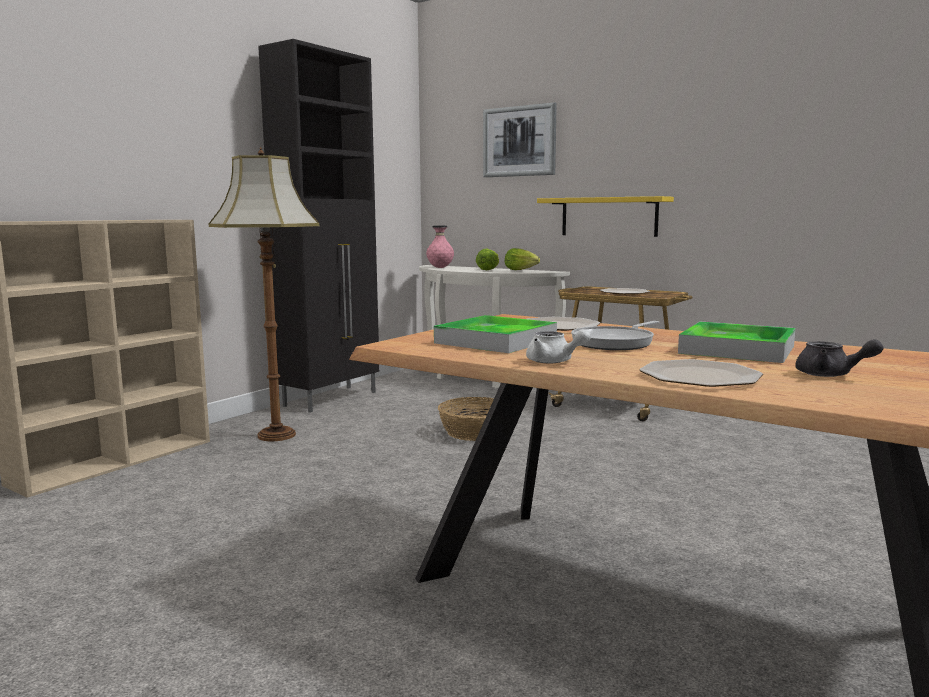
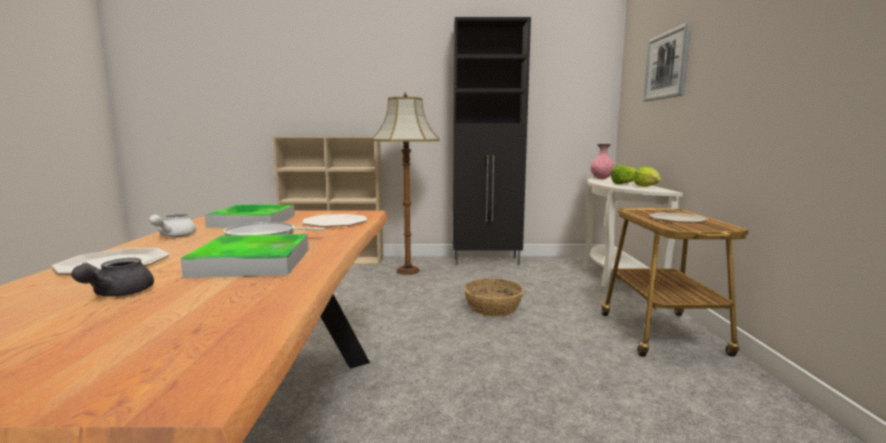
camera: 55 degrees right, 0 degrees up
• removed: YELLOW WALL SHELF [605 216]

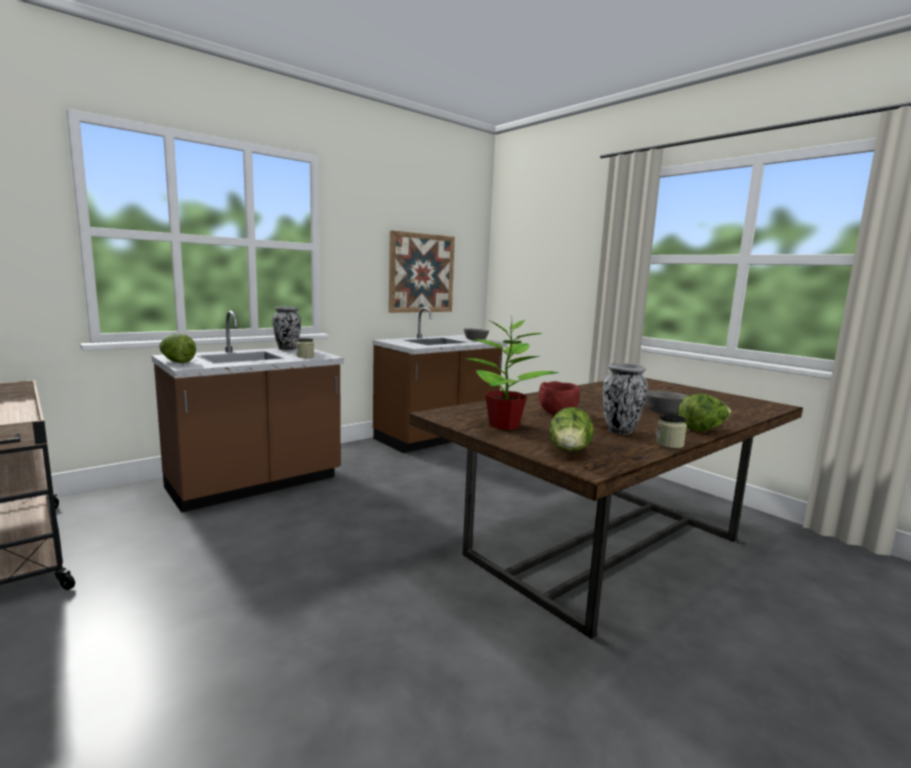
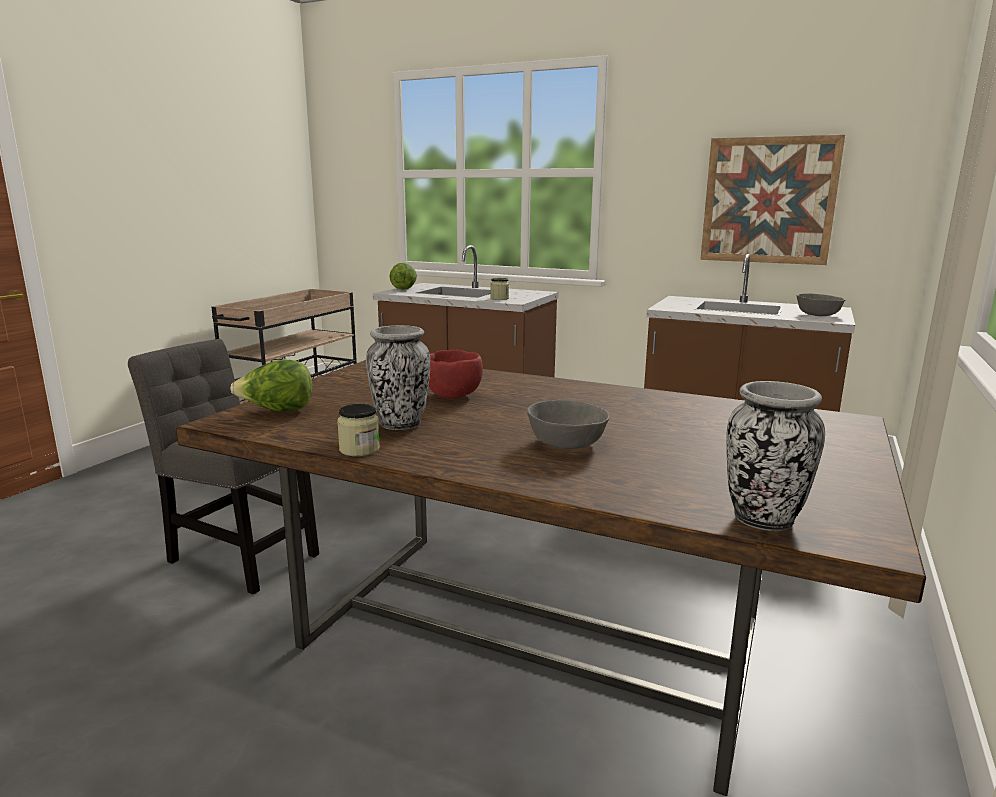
camera: 65 degrees right, 5 degrees up
• moved: DECORATIVE VASE [287 328] to [775 456]
• removed: HOUSEPLANT [512 373]
• removed: HEAD OF LETTUCE [704 412]
• added: GREYISH UPRIGHT CHAIR [223 466]

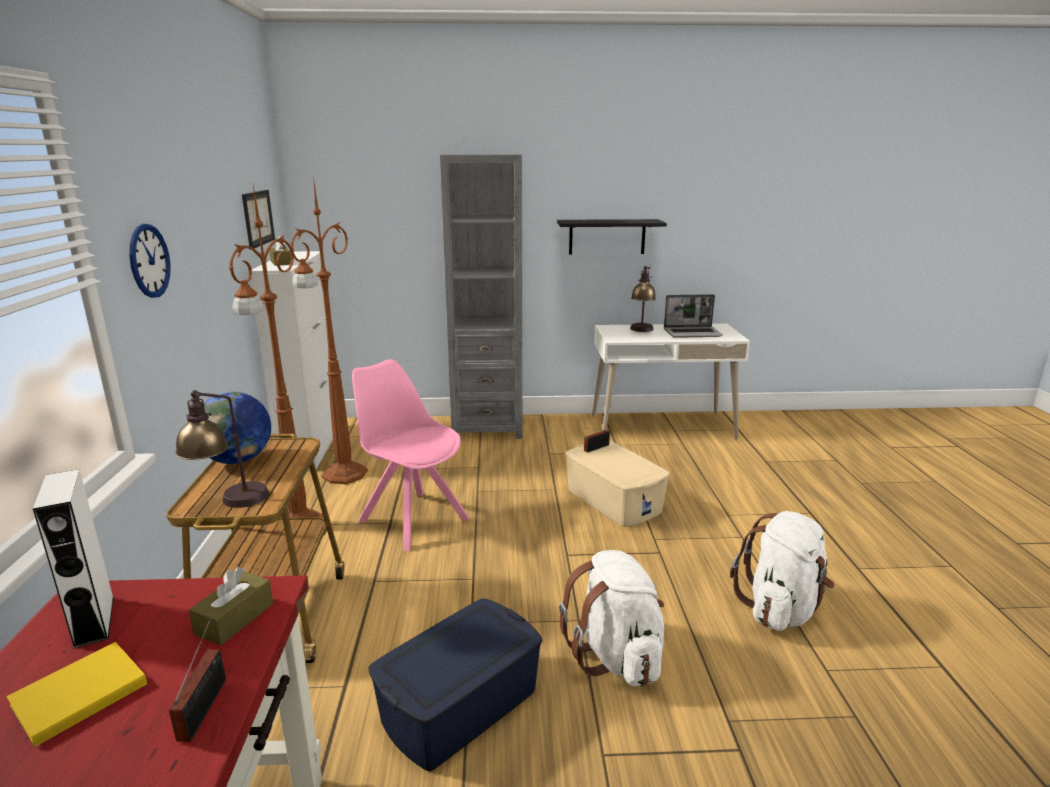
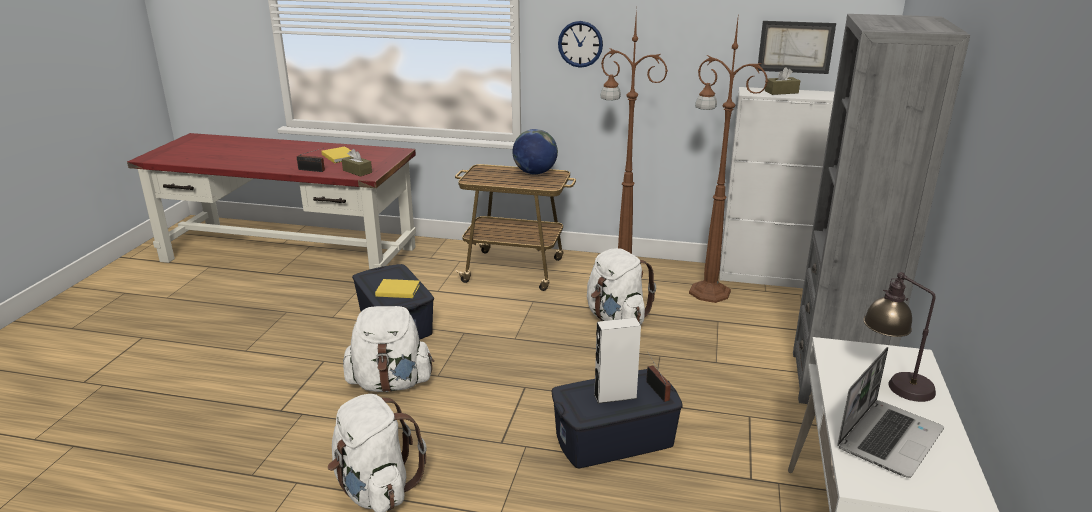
camera: 105 degrees right, 5 degrees up
• removed: BLACK WALL SHELF [612 237]
• turned: NOTEBOOK COMPUTER [693 316] = [890 412] 150 degrees counterclockwise
• replaced: PINK UPRIGHT CHAIR [411 455] to WHITE-COLOURED BACKPACK [621 286]
• removed: LAMP FOR A TABLE [222 449]
• recoloured: SAND-COLOURED STORAGE CONTAINER [617 483] to BLUISH STORAGE CONTAINER [617 418]
• moved: WHITE-COLOURED LOUDSPEAKER [73 559] to [617 361]
• added: YELLOW VOLUME [397 288]

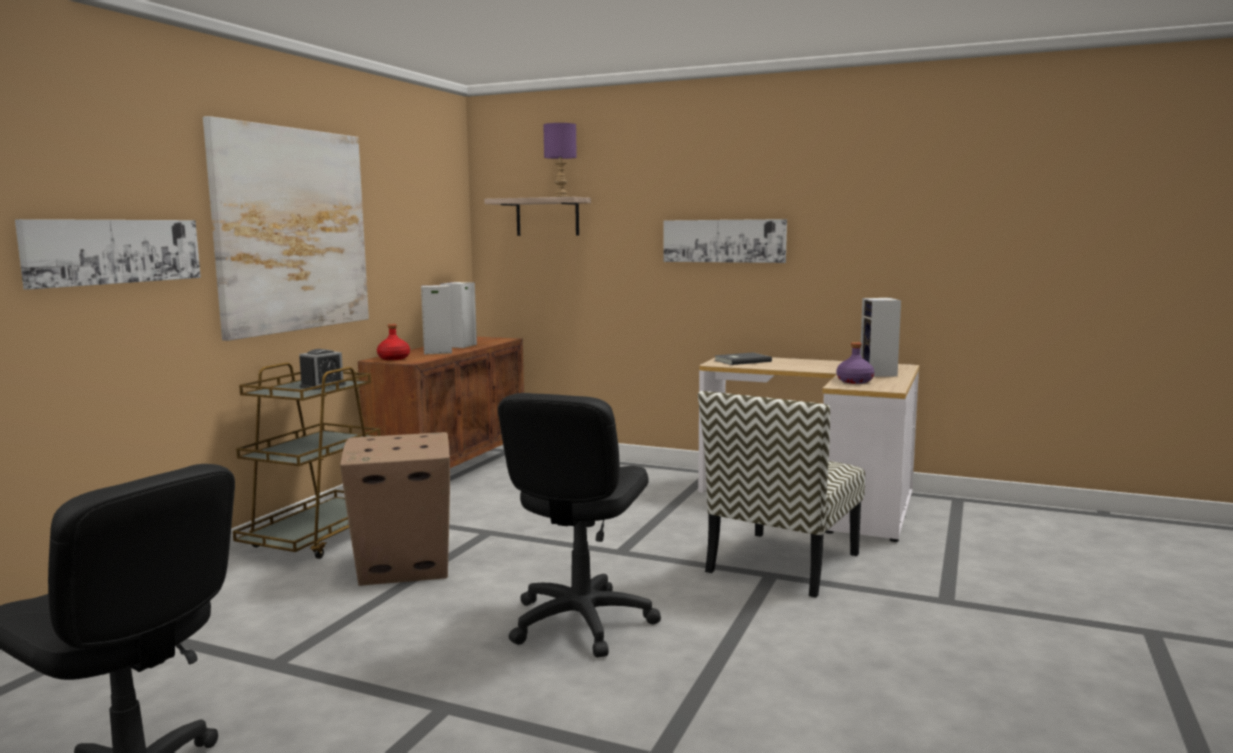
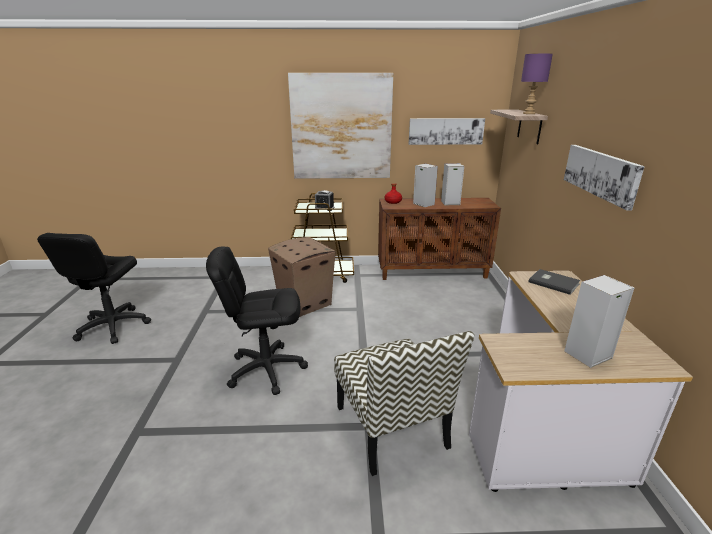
camera: 65 degrees right, 15 degrees up
• moved: PICTURE [108 254] to [447 131]
• removed: PURPLISH BOTTLE [855 363]
• turned: UPRIGHT CHAIR [781 494] = [404 403] 120 degrees counterclockwise

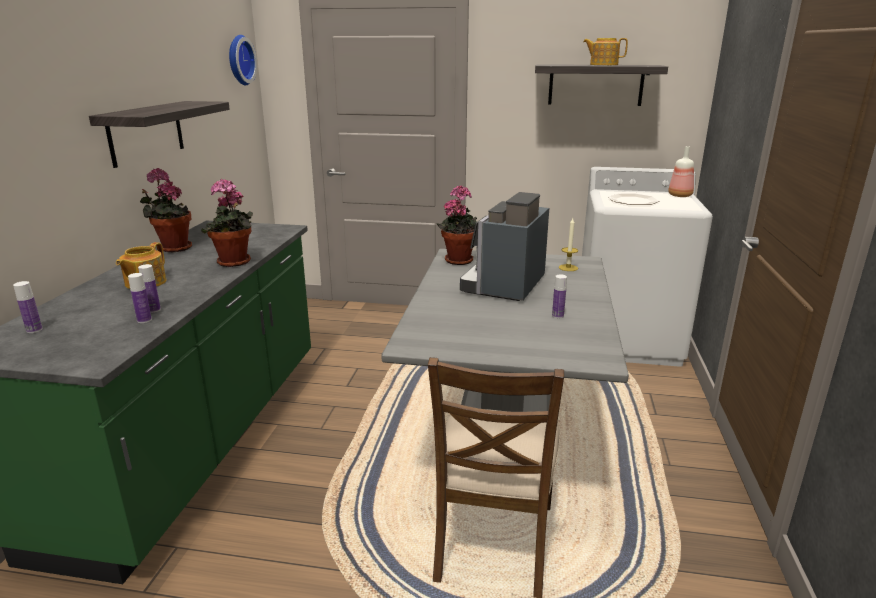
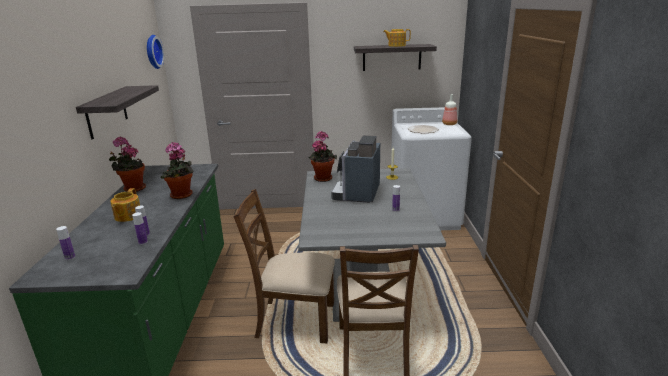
camera: 10 degrees left, 0 degrees up
• added: BROWN UPRIGHT CHAIR [284 266]

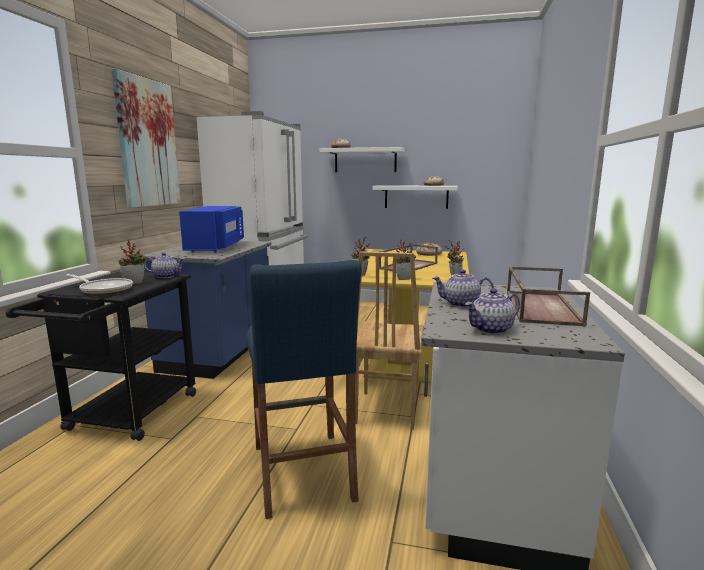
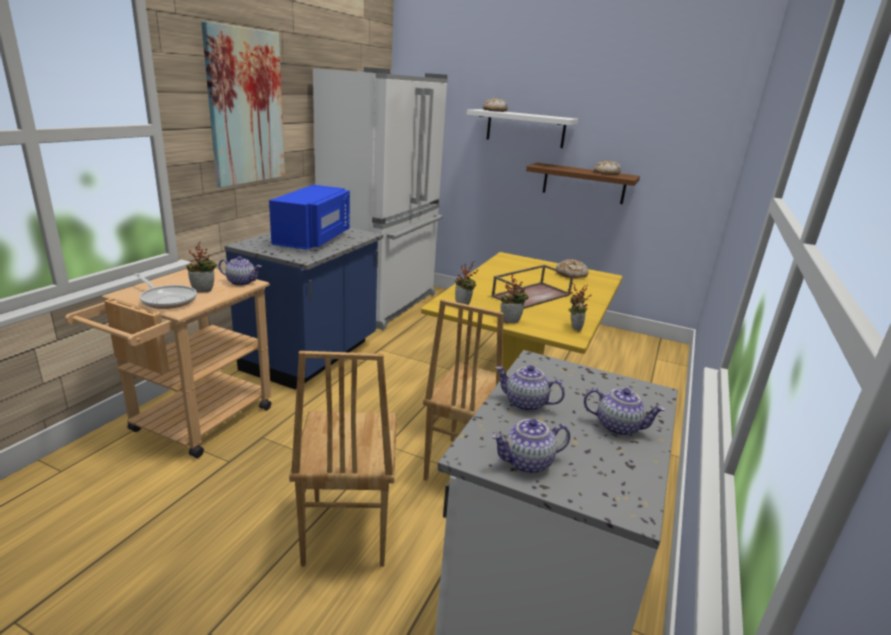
camera: 10 degrees right, 10 degrees up
• recoloured: WHITE-COLOURED WALL SHELF [415 197] to BROWN WALL SHELF [583 183]
• replaced: BLUISH SITTING STOOL [304 389] to BROWN UPRIGHT CHAIR [343 459]
• replaced: BROWN SERVING TRAY [548 296] to TEAPOT [624 412]
• recoloured: BLACK TROLLEY [101 356] to SAND-COLOURED TROLLEY [168 363]

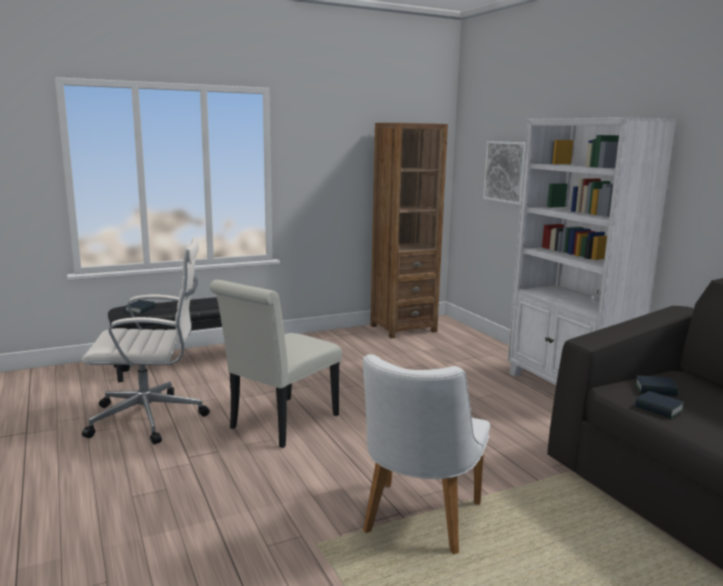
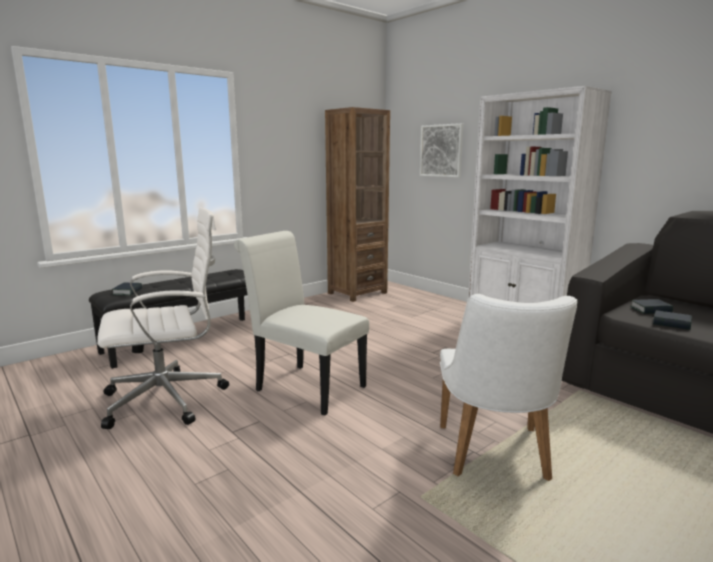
camera: 15 degrees left, 0 degrees up
• turned: WHITE-COLOURED UPRIGHT CHAIR [275 364] = [301 323] 105 degrees clockwise

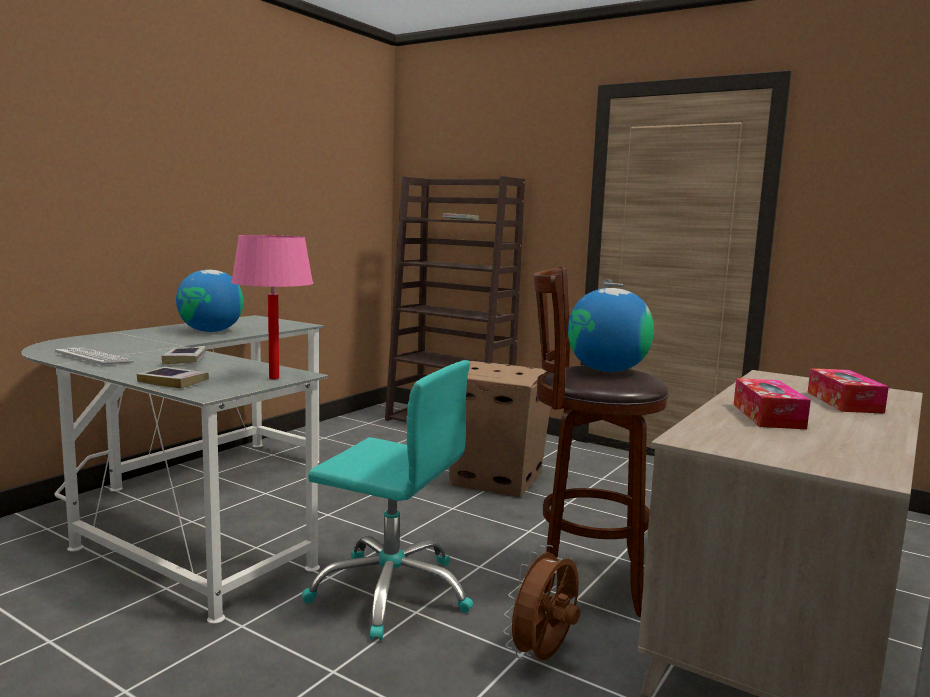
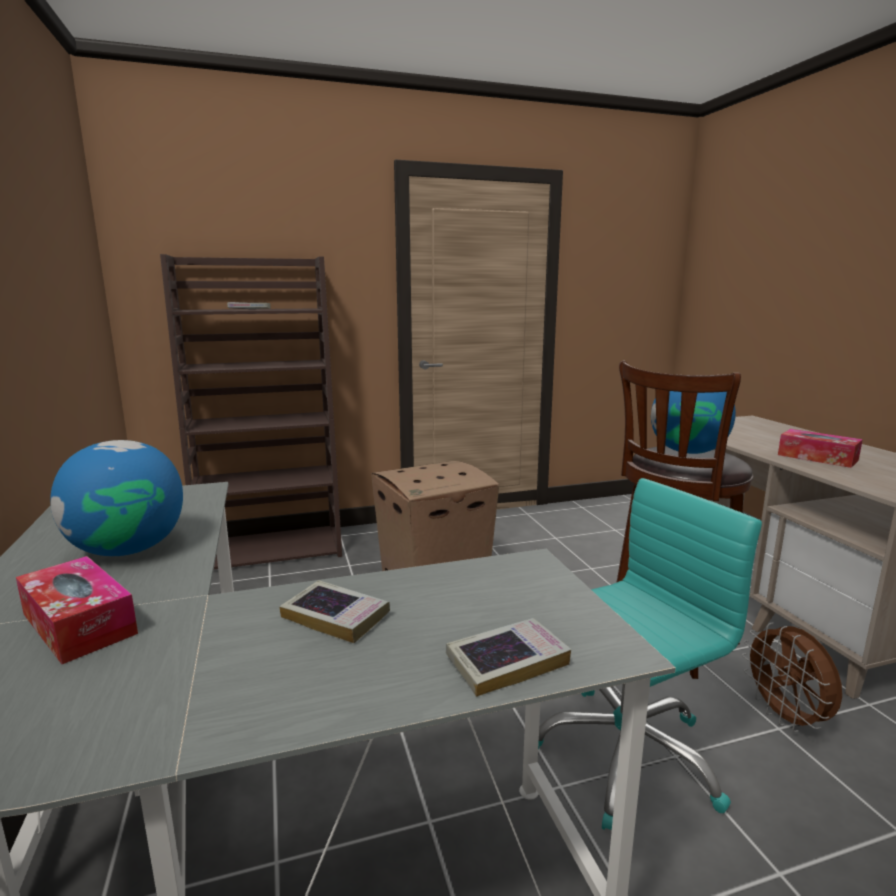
camera: 50 degrees left, 5 degrees up
• removed: PINK LAMP FOR A TABLE [272 307]
• removed: KEYBOARD [94 357]
• moved: TISSUE BOX [848 391] to [77 610]

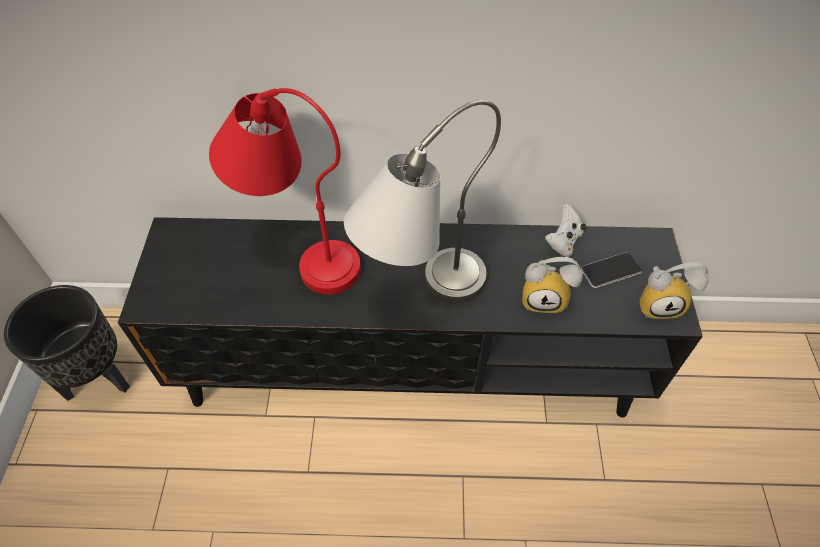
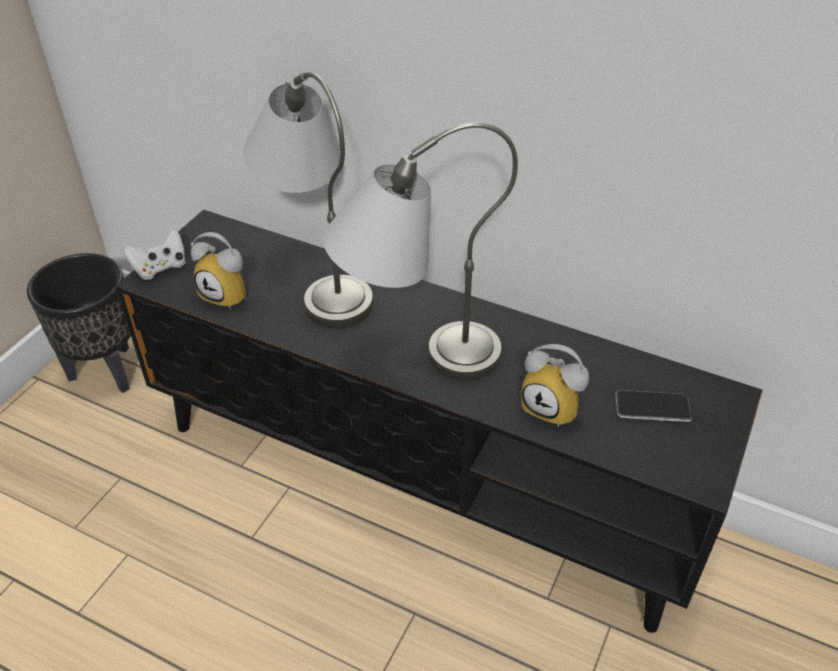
camera: 25 degrees right, 10 degrees down
• recoloured: REDDISH LAMP FOR A TABLE [285 191] to GREYISH LAMP FOR A TABLE [308 200]
• moved: WHITE-COLOURED JOYPAD [565 230] to [154 254]
• moved: BEDSIDE CLOCK [674 290] to [219 271]

